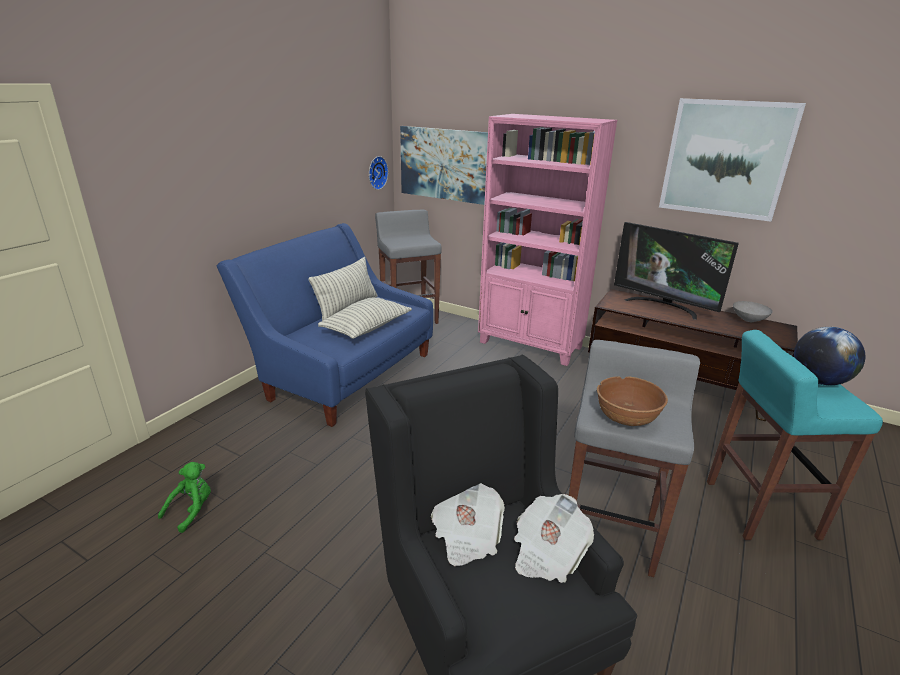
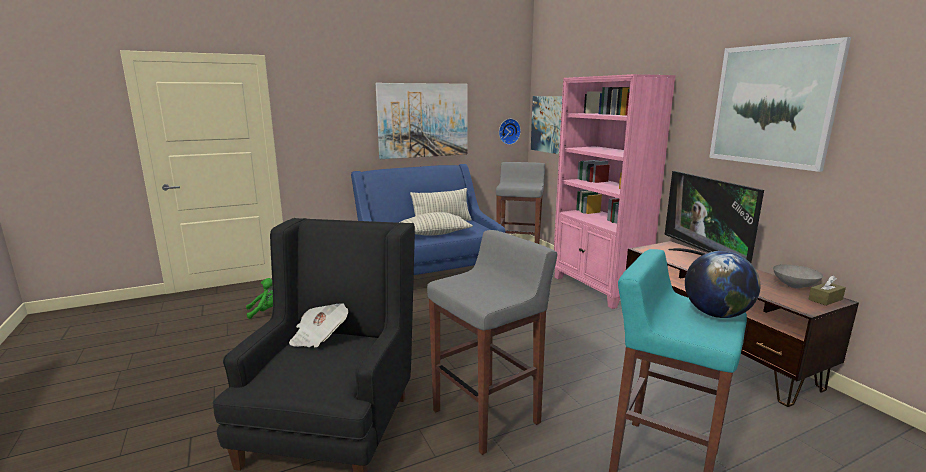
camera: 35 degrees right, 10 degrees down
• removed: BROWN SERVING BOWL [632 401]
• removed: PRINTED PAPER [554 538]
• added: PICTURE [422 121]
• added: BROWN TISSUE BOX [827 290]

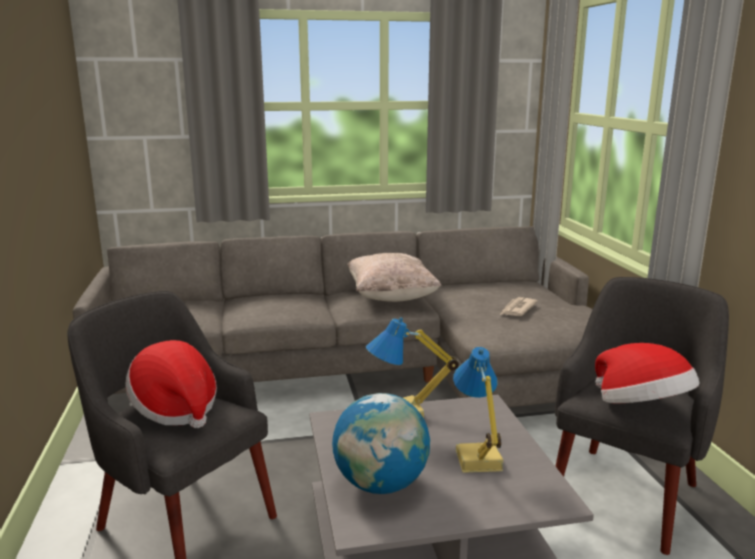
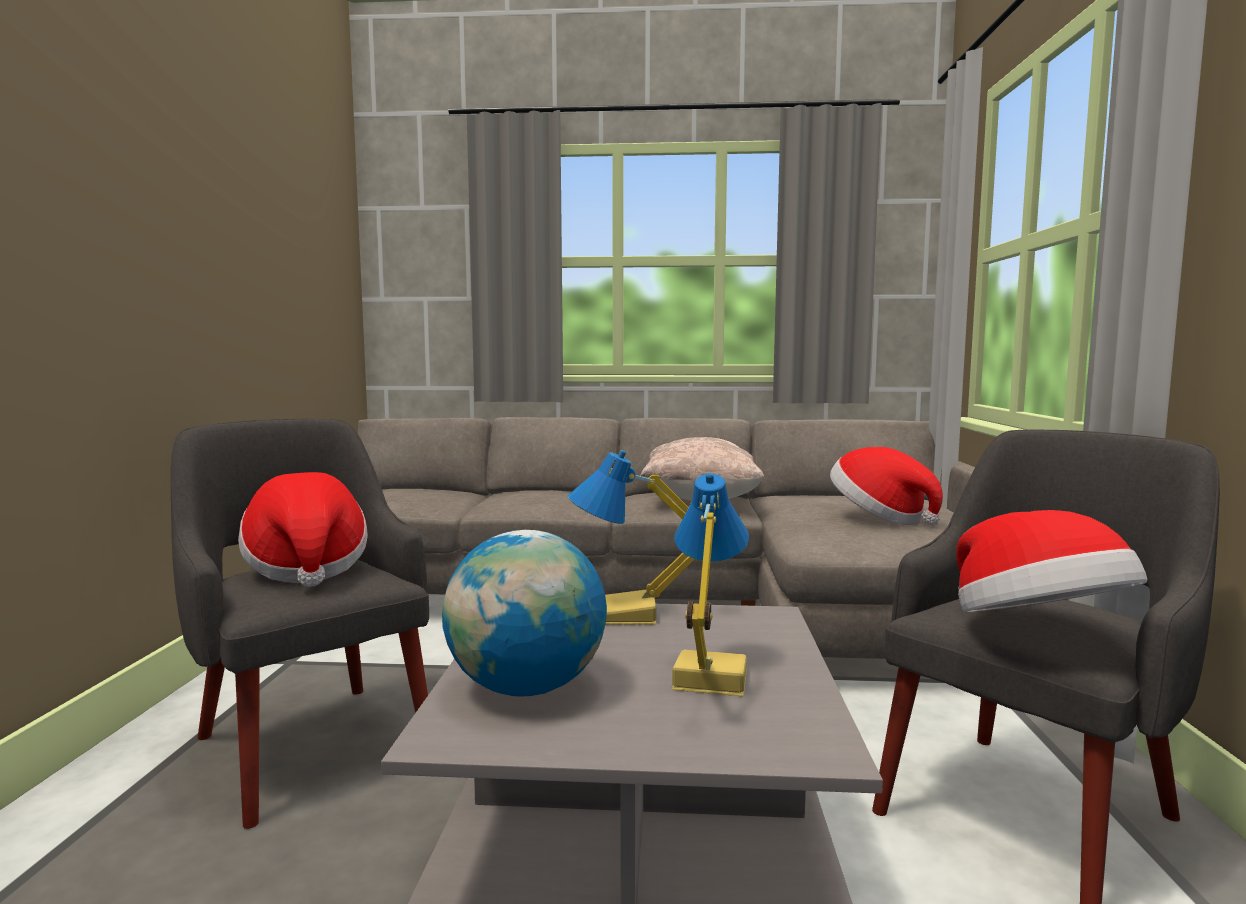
camera: 15 degrees right, 10 degrees down
• replaced: PRINTED PAPER [519 306] to WEARABLE HAT [886 486]

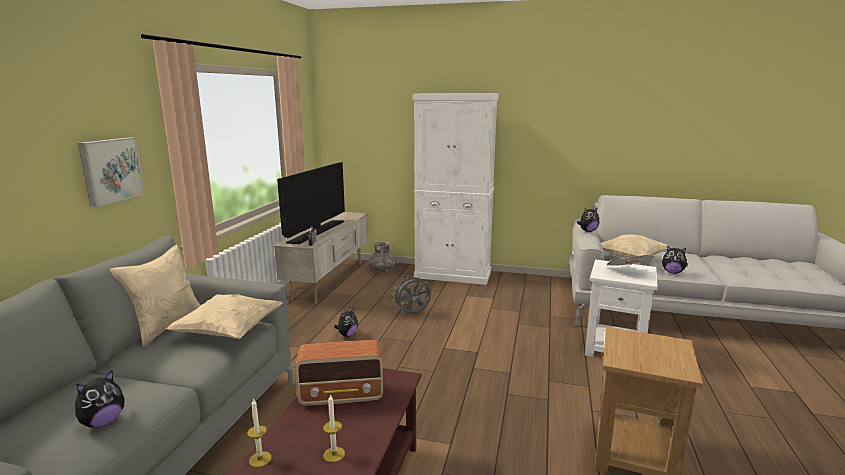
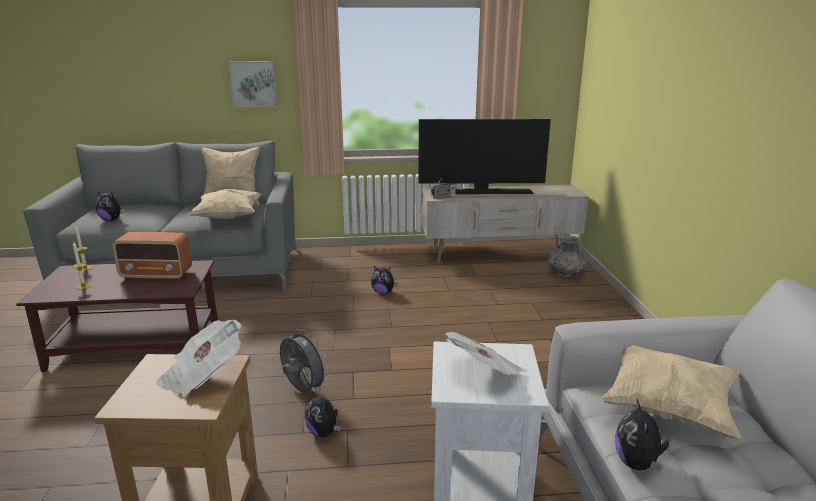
camera: 70 degrees right, 5 degrees up
• removed: WHITE-COLOURED STORAGE CABINET [456 189]
• moved: PLUSH TOY [588 219] to [323 414]
• moved: GREYISH COOLING FAN [411 294] to [304 361]
• turned: RADIO SET [339 373] = [152 256] 60 degrees counterclockwise
• added: PRINTED PAPER [199 358]

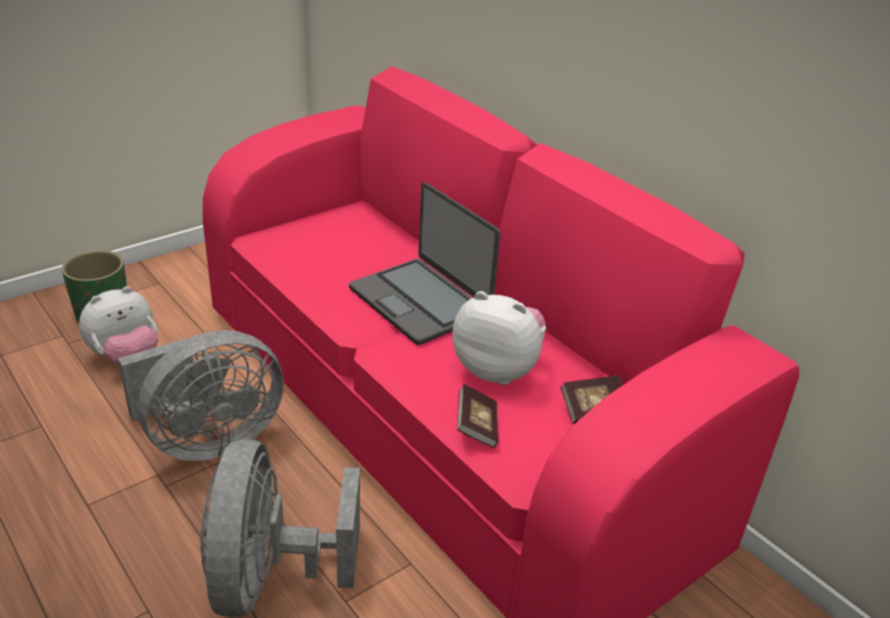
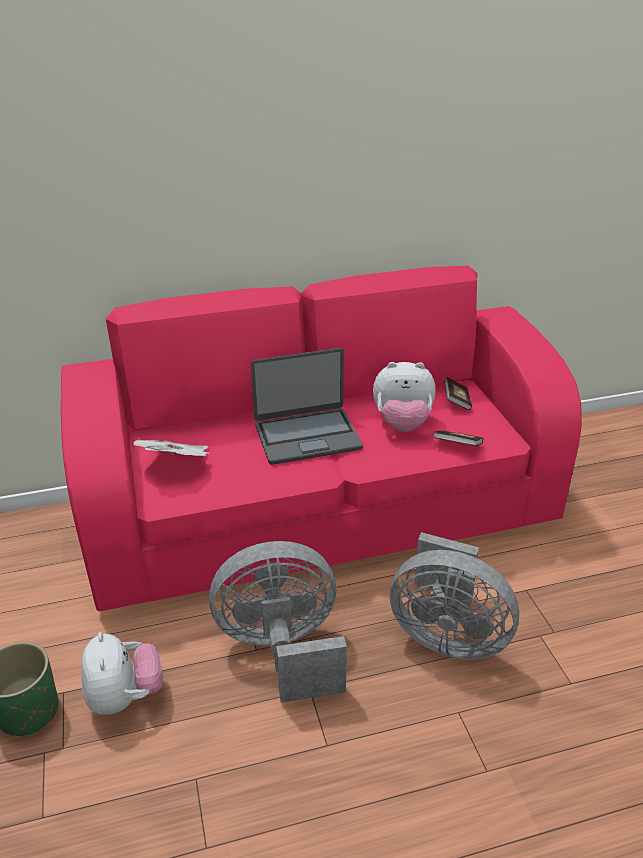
camera: 65 degrees left, 0 degrees up
• turned: PLUSH TOY [499 338] = [404 397] 135 degrees counterclockwise
• turned: GREYISH COOLING FAN [201 395] = [278 622] 90 degrees counterclockwise
• added: PRINTED PAPER [171 448]

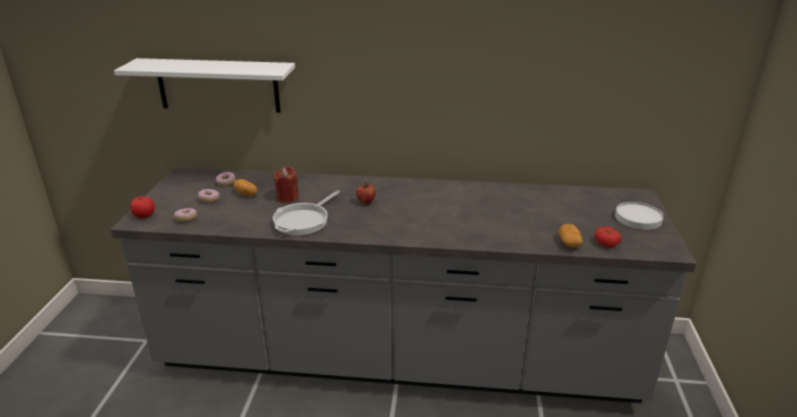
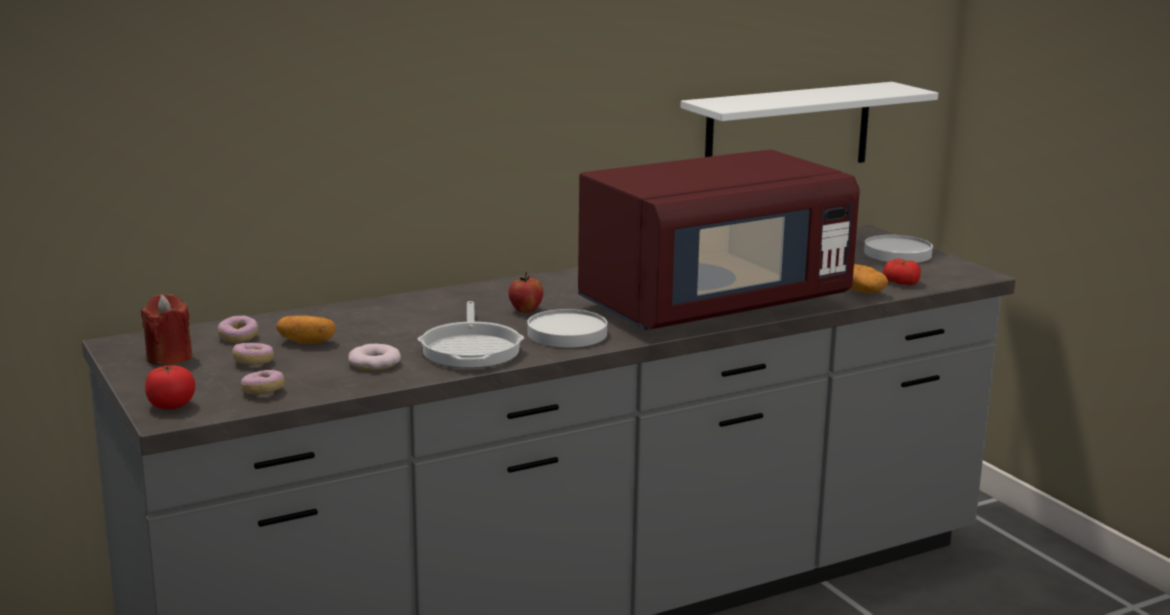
camera: 35 degrees left, 10 degrees down
• moved: WHITE-COLOURED WALL SHELF [204 85] to [809 122]
• moved: REDDISH WAX LIGHT [286 184] to [166 330]
• added: REDDISH KITCHEN MICROWAVE [719 240]
• added: WHITE-COLOURED PLATE [567 328]
• added: DONUT [374 357]

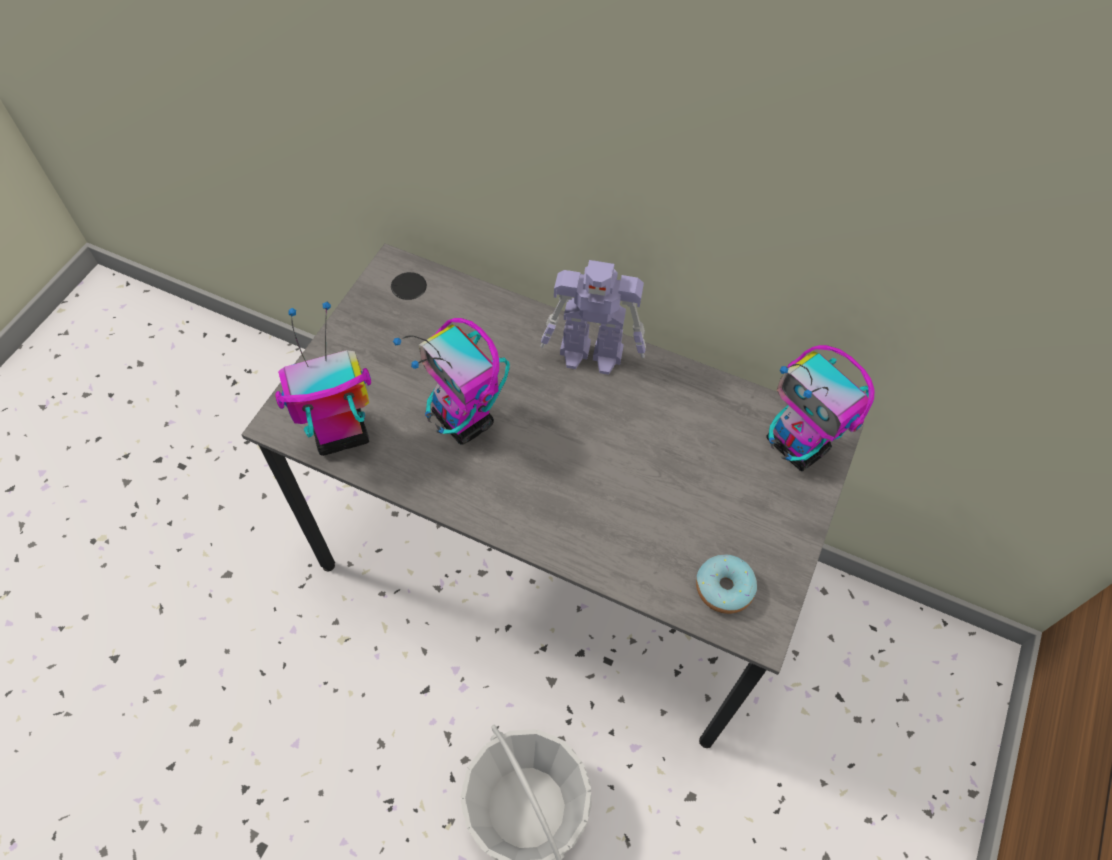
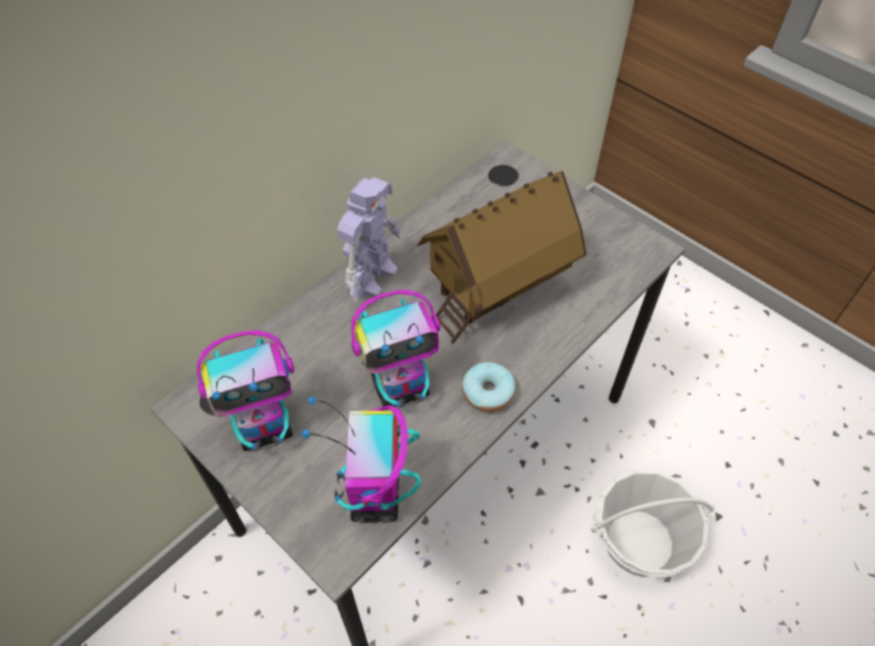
camera: 70 degrees left, 5 degrees down
• moved: TOY ROBOT [820 408] to [246 390]
• moved: DONUT [726 584] to [488 387]
• added: MINIATURE HOUSE [501 257]

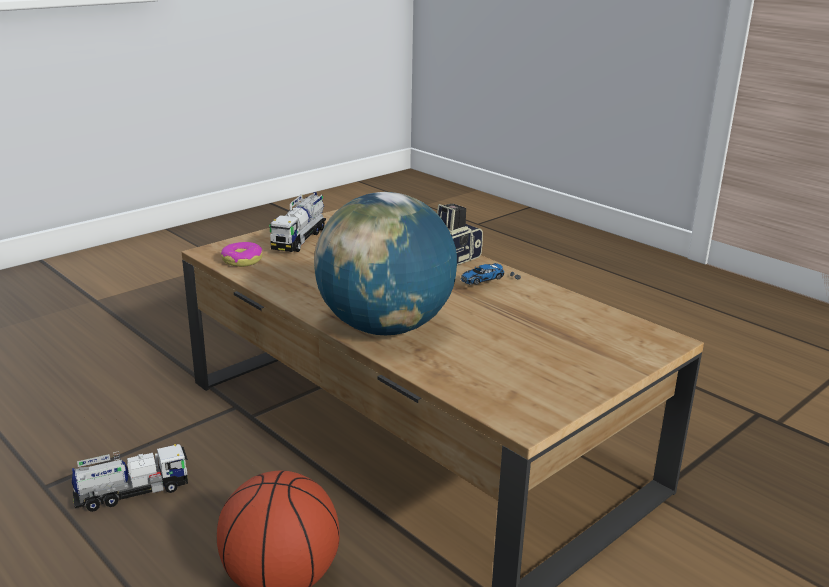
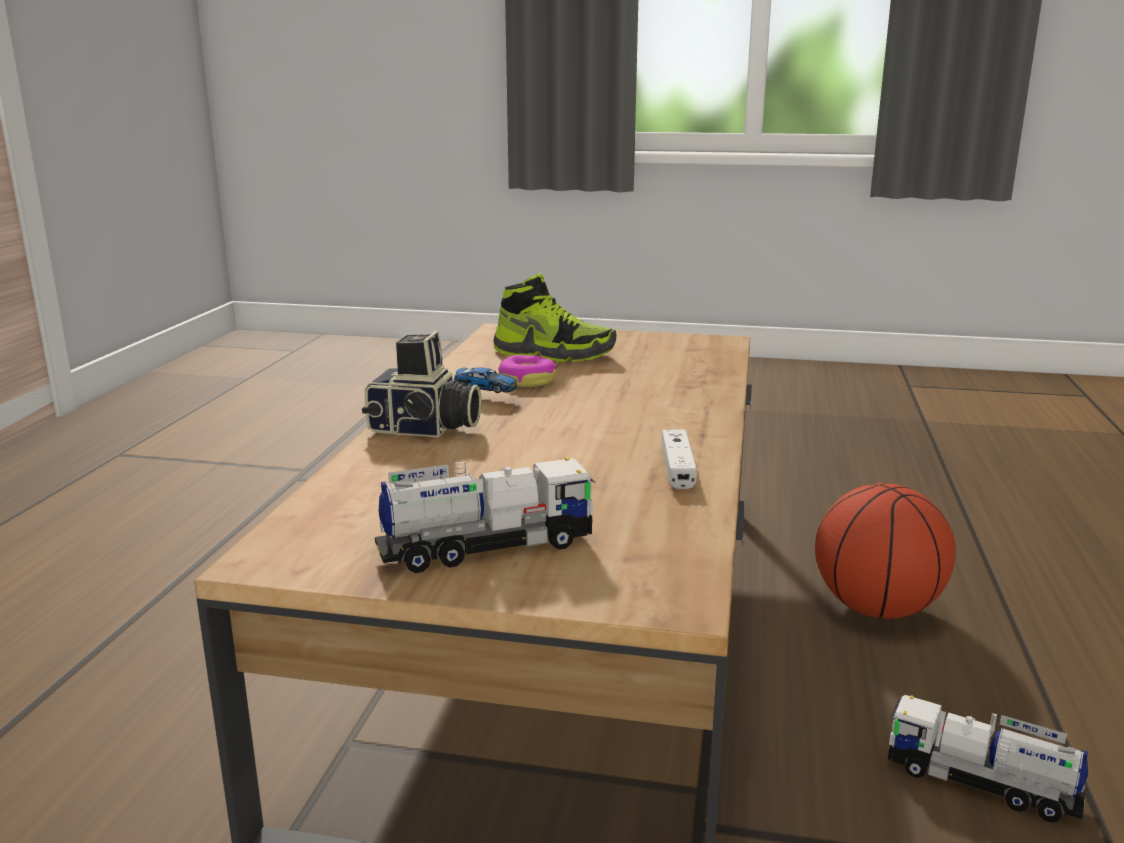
camera: 125 degrees left, 5 degrees down
• removed: DESK GLOBE [385 263]
• moved: DONUT [242 254] to [527 371]
• added: SHOE [555 317]
• added: WHITE-COLOURED JOYPAD [679 459]

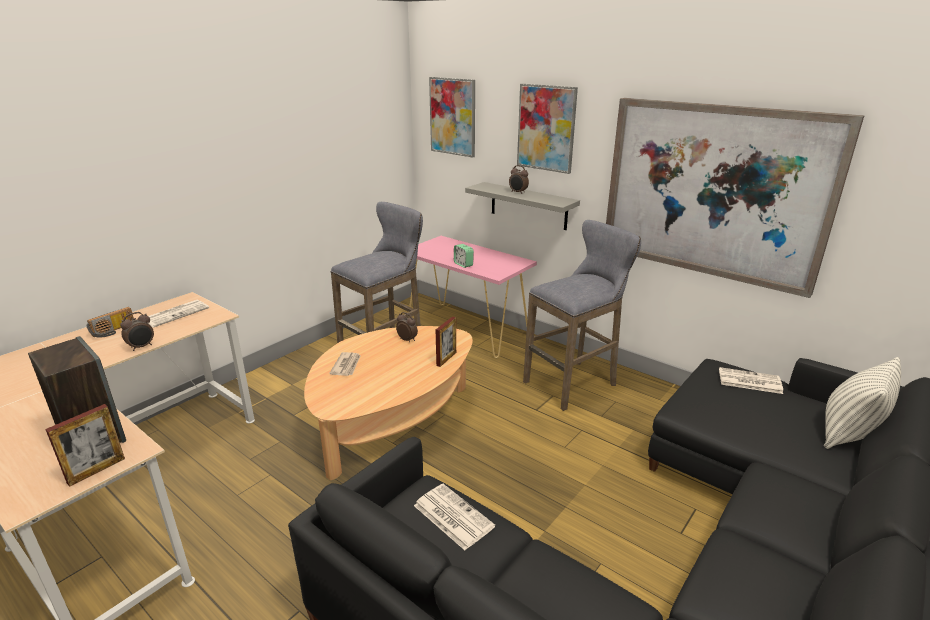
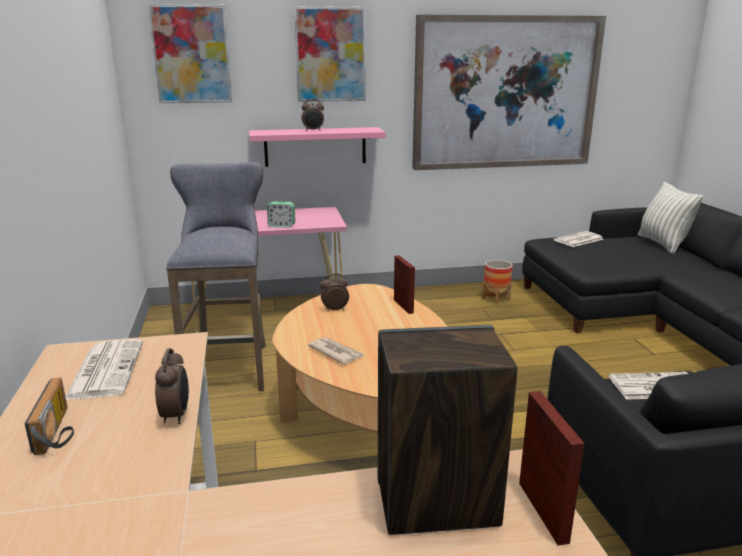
camera: 50 degrees left, 5 degrees down
• recoloured: GREYISH WALL SHELF [522 206] to PINK WALL SHELF [317 147]
• removed: GREYISH SITTING STOOL [582 315]
• added: PLANTER [497 282]

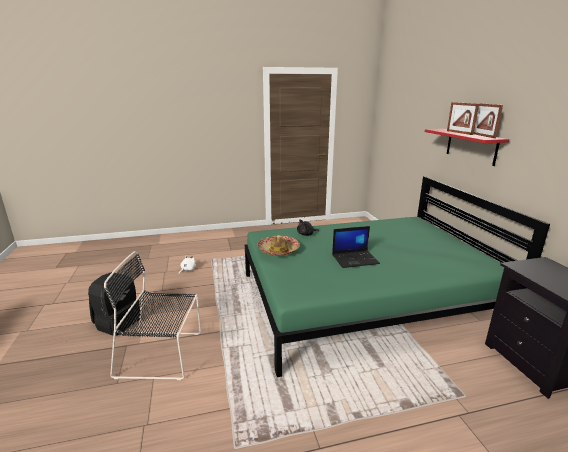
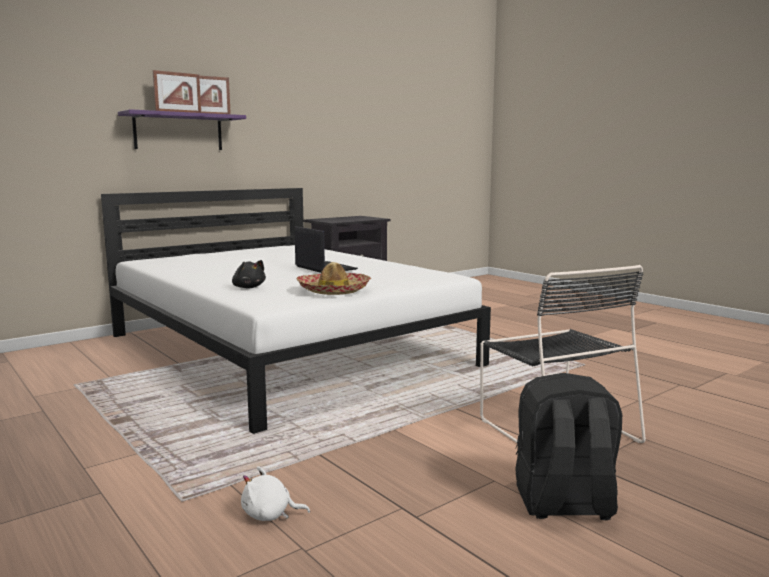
camera: 115 degrees left, 10 degrees down
• recoloured: REDDISH WALL SHELF [467 147] to PURPLISH WALL SHELF [182 129]
• recoloured: GREEN BED [397 276] to WHITE-COLOURED BED [296 311]

